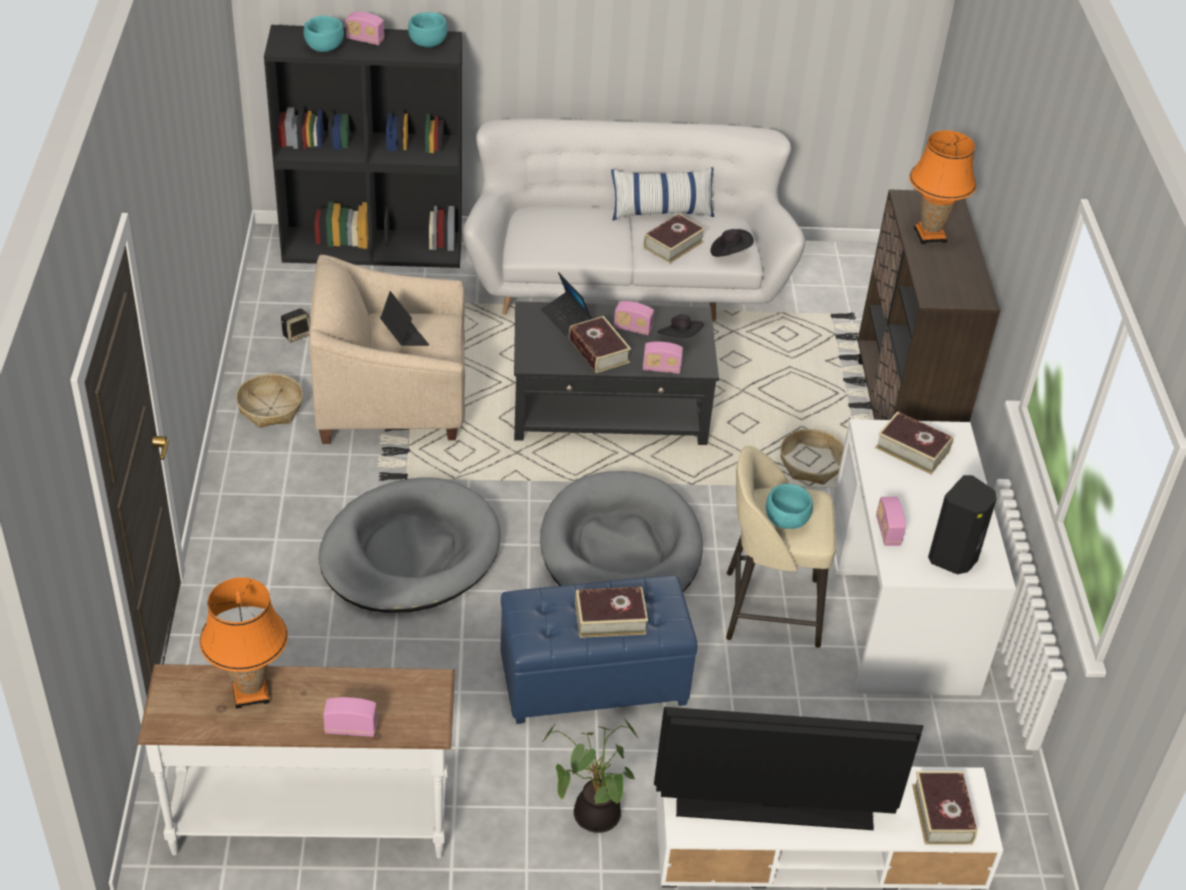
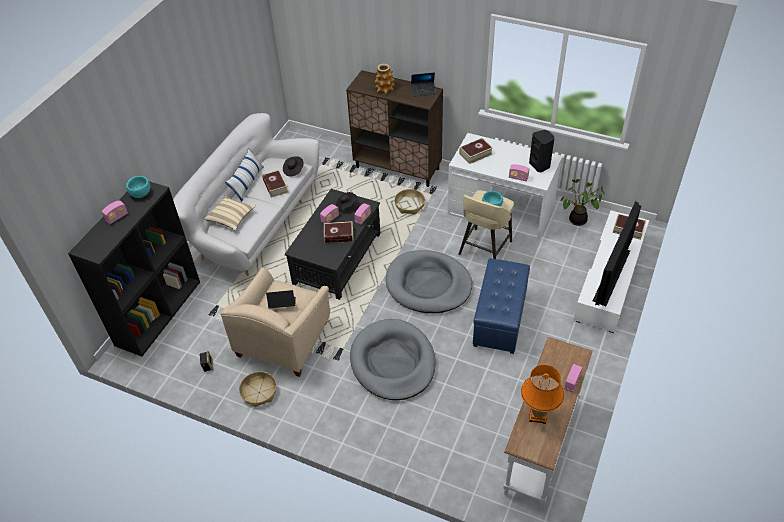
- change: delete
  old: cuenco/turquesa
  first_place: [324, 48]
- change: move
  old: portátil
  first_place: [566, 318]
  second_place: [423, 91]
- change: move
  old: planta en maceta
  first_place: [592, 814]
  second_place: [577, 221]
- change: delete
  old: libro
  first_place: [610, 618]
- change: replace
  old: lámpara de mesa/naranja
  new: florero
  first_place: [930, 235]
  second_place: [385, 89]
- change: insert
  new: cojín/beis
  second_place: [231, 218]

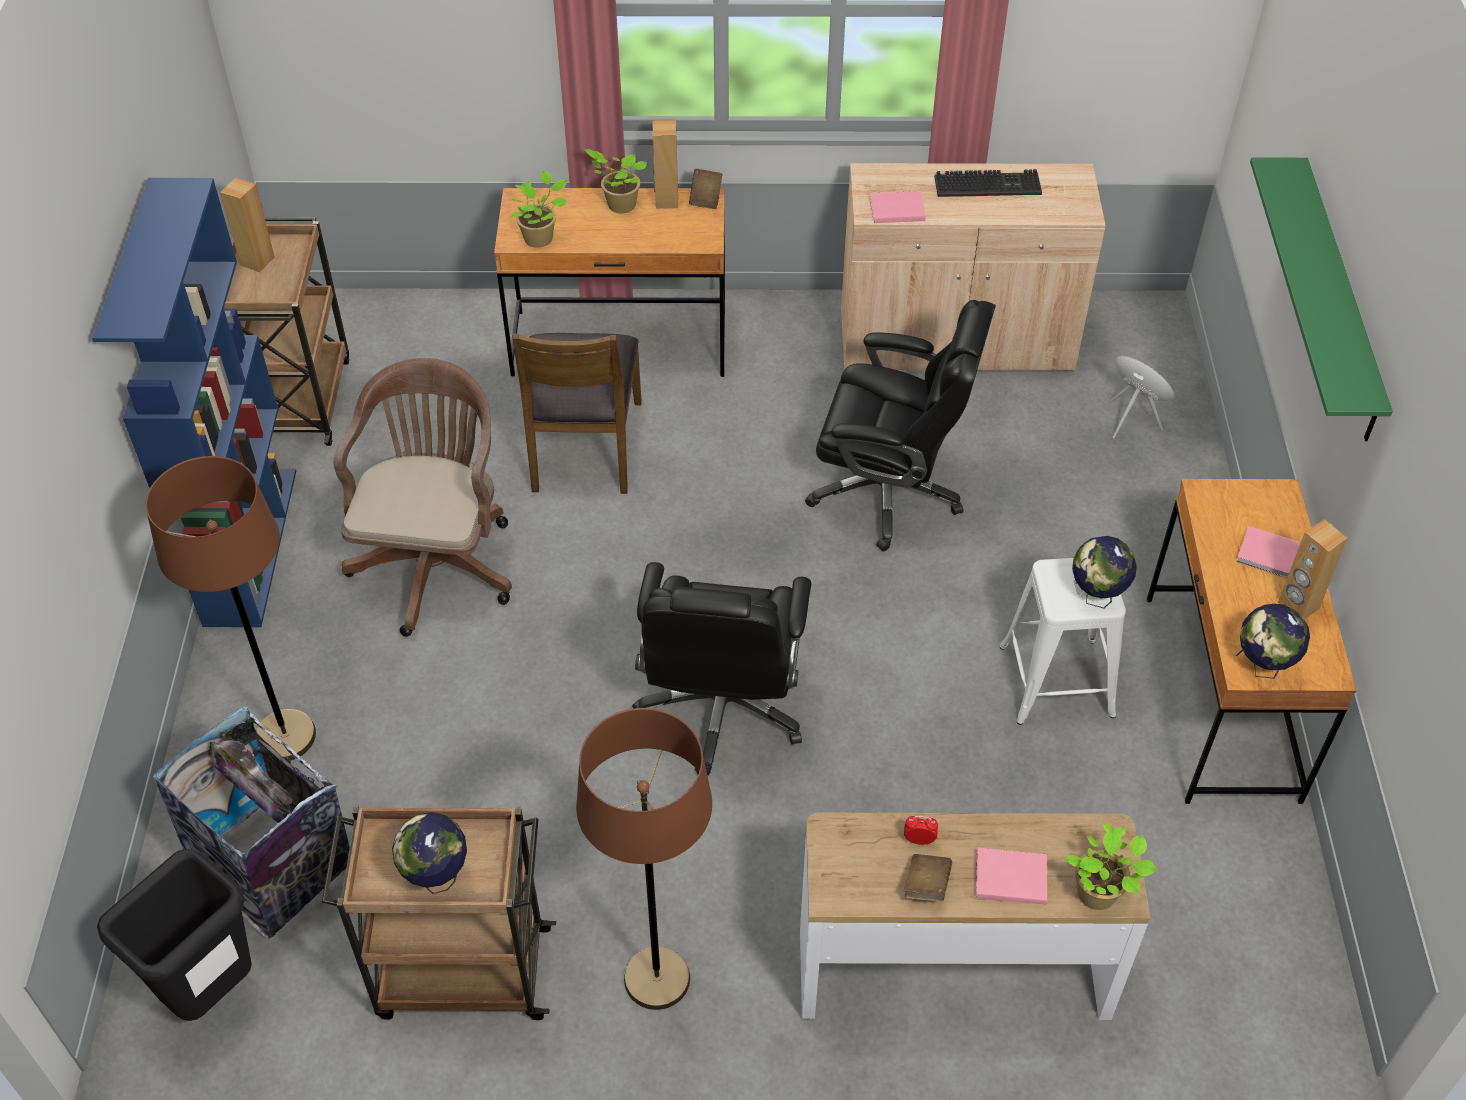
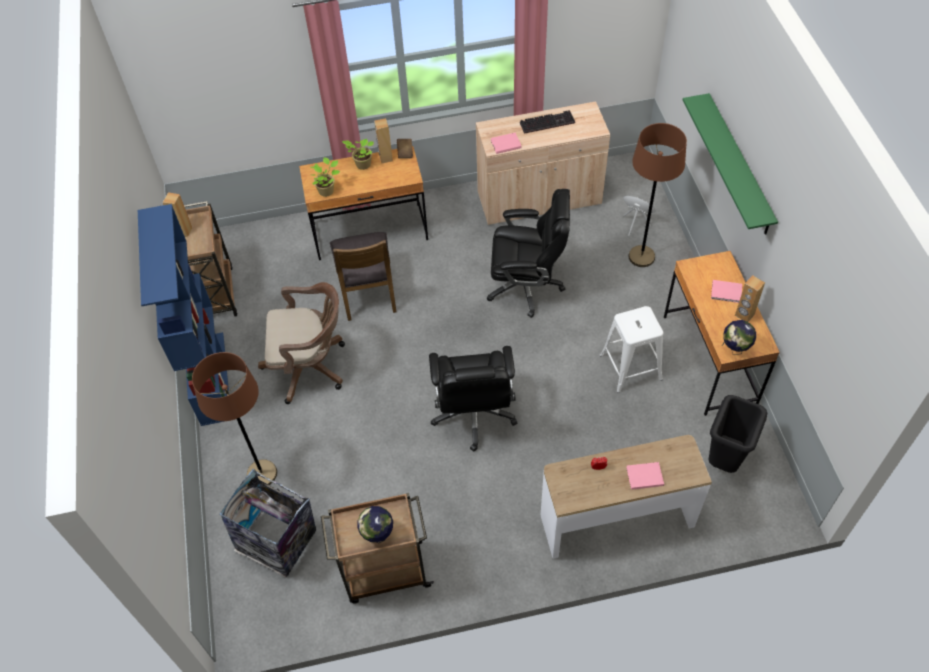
- change: move
  old: papelera/negro
  first_place: [211, 993]
  second_place: [724, 461]
- change: rotate
  old: silla de oficina/marrón
  first_place: [437, 561]
  second_place: [311, 367]
  degrees: 90
- change: move
  old: lámpara de pie/marrón
  first_place: [657, 979]
  second_place: [641, 257]
- change: delete
  old: libro/marrón
  first_place: [926, 885]
- change: delete
  old: planta en maceta
  first_place: [1099, 894]
- change: delete
  old: globo terráqueo
  first_place: [1096, 597]

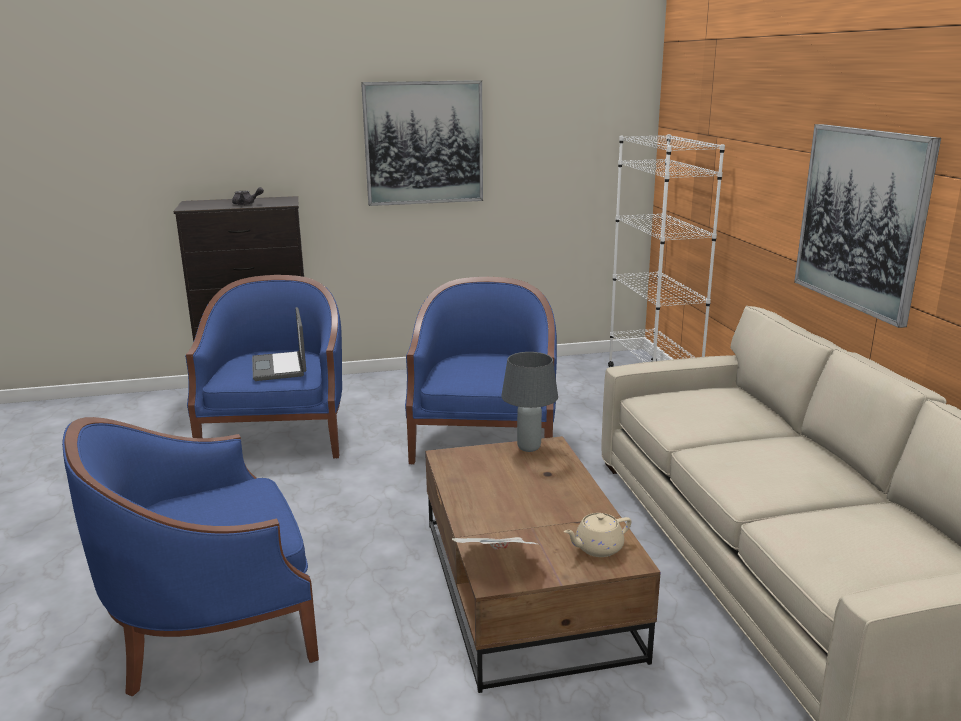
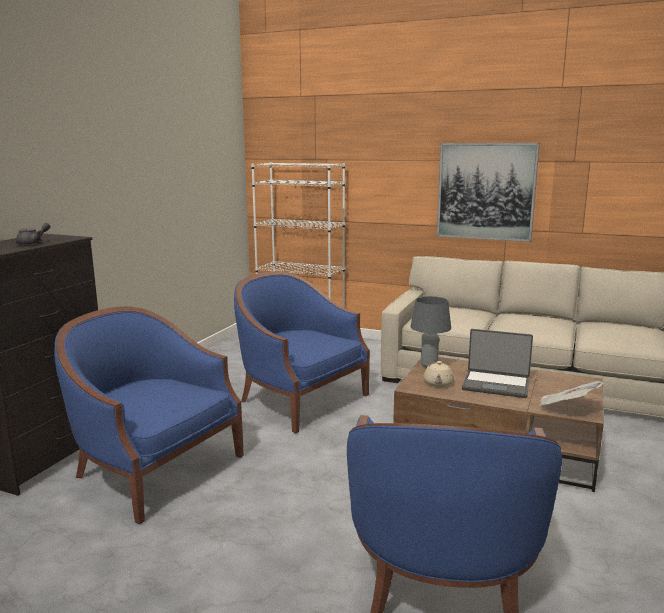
- change: move
  old: portátil
  first_place: [280, 367]
  second_place: [496, 385]
- change: delete
  old: cuadro
  first_place: [424, 143]
- change: move
  old: tetera/beis
  first_place: [597, 548]
  second_place: [438, 383]

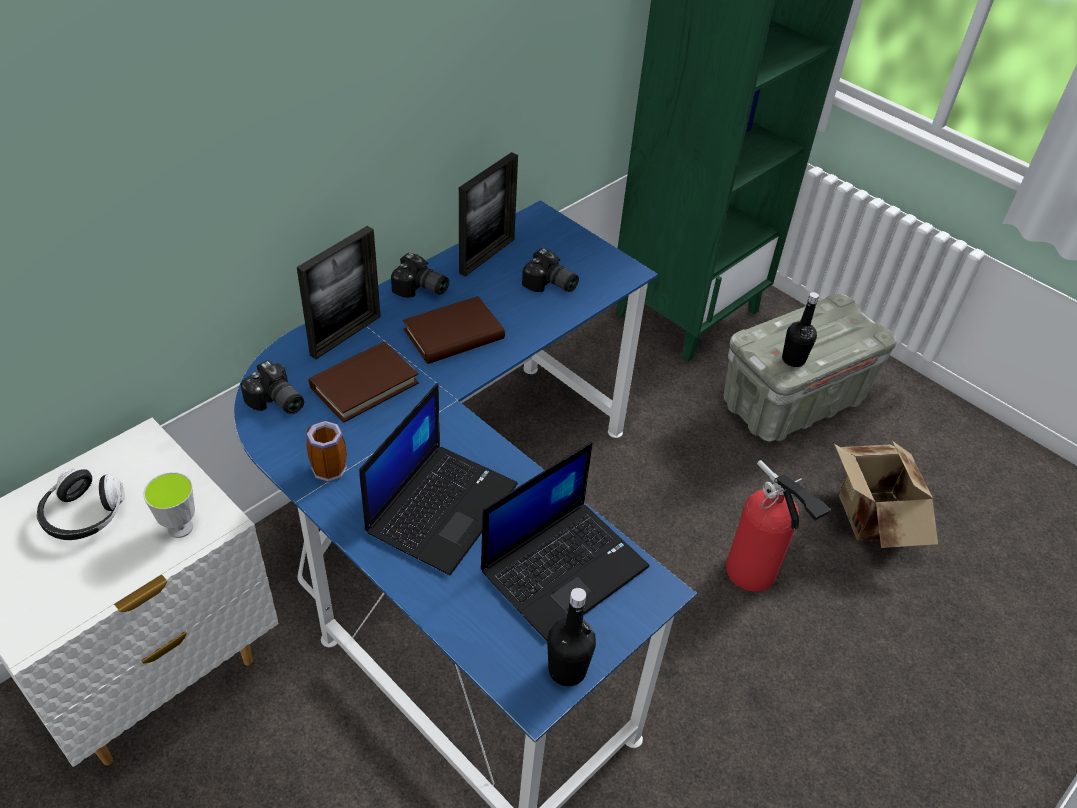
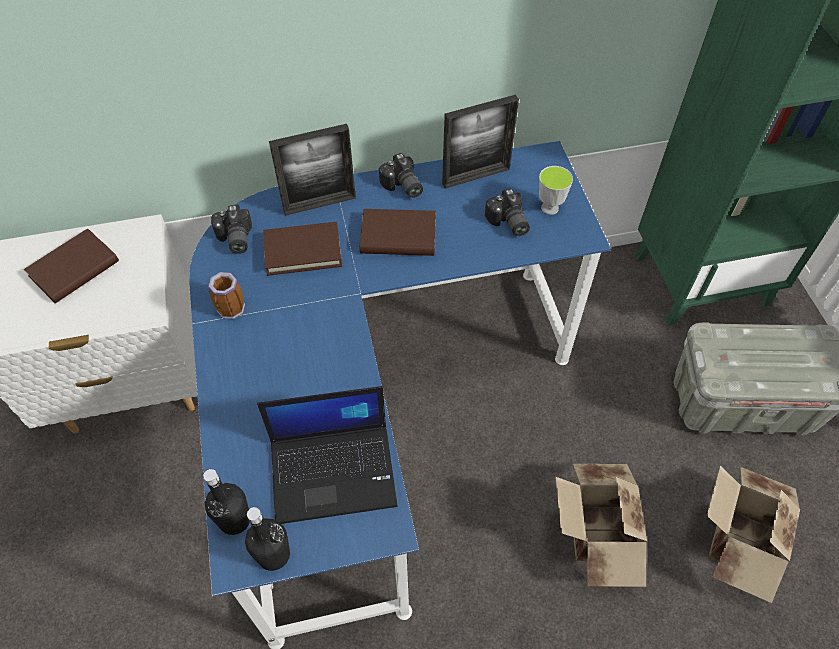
- change: replace
  old: auriculares
  new: libro/marrón
  first_place: [84, 515]
  second_place: [74, 269]
- change: move
  old: taza
  first_place: [180, 528]
  second_place: [549, 208]
- change: delete
  old: portátil
  first_place: [442, 506]
- change: replace
  old: extintor
  new: caja de cartón
  first_place: [754, 575]
  second_place: [594, 537]
- change: move
  old: botella/negro
  first_place: [793, 359]
  second_place: [235, 520]

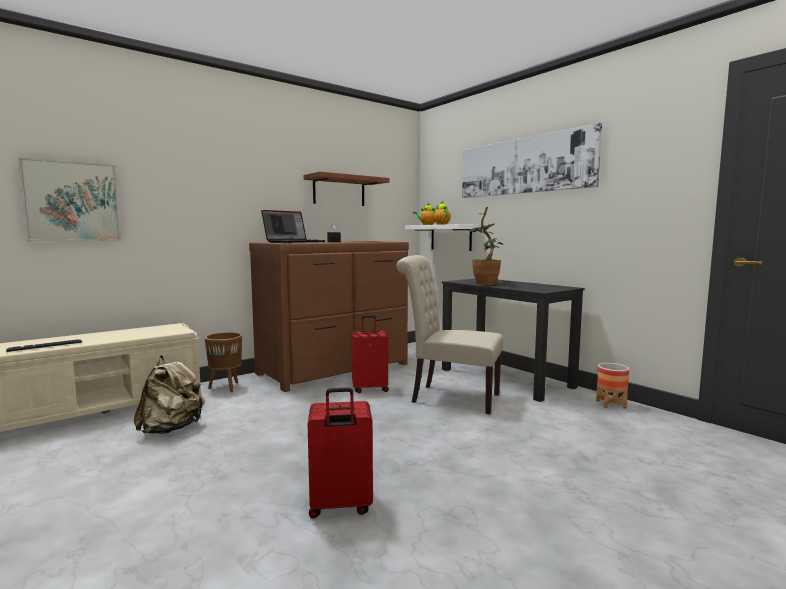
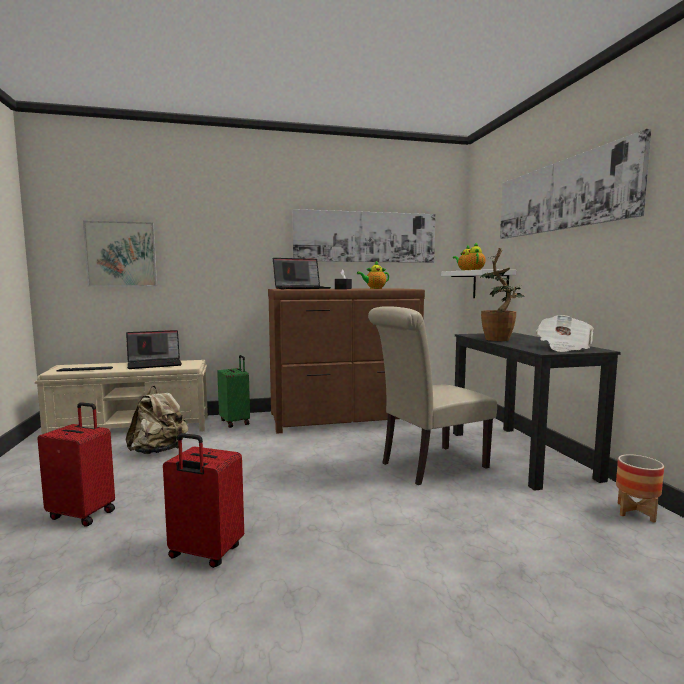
- change: replace
  old: maceta/marrón
  new: maleta/verde
  first_place: [226, 388]
  second_place: [235, 422]
- change: replace
  old: estante/marrón
  new: cuadro
  first_place: [339, 191]
  second_place: [365, 237]
- change: move
  old: maleta/rojo
  first_place: [370, 388]
  second_place: [83, 514]
- change: rotate
  old: silla/beis
  first_place: [449, 397]
  second_place: [428, 466]
  degrees: -75
- change: insert
  new: portátil
  second_place: [155, 364]
- change: insert
  new: tetera
  second_place: [374, 288]
- change: insert
  new: periódico
  second_place: [563, 348]

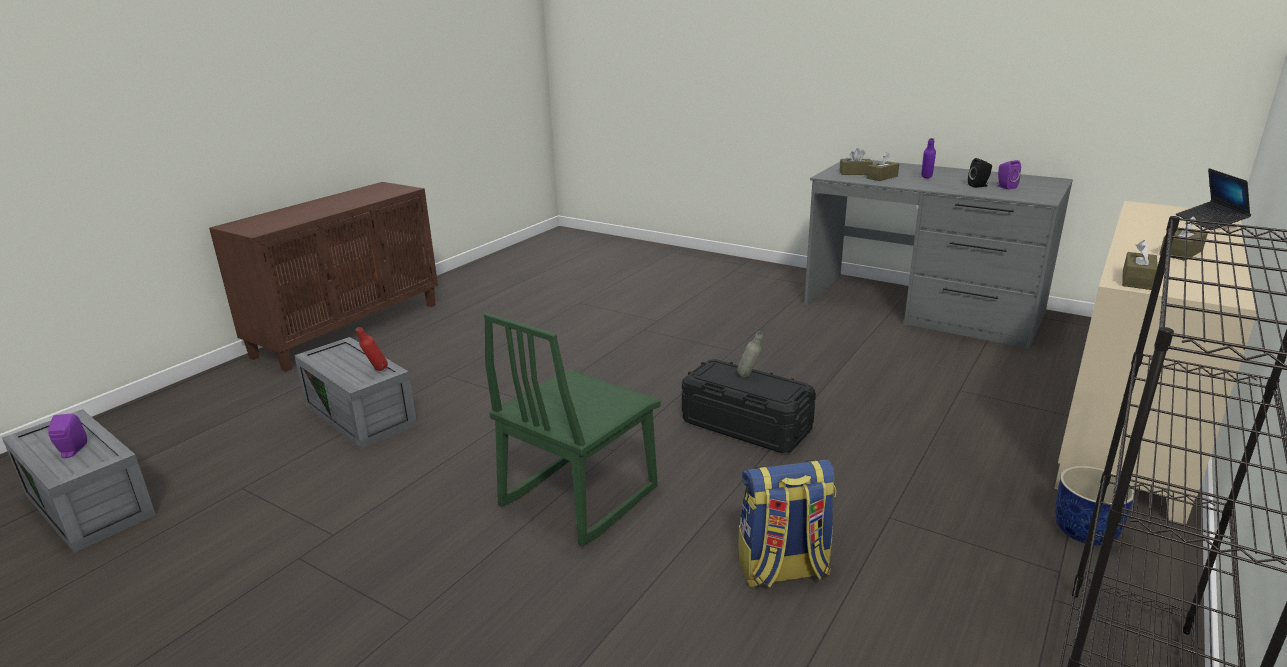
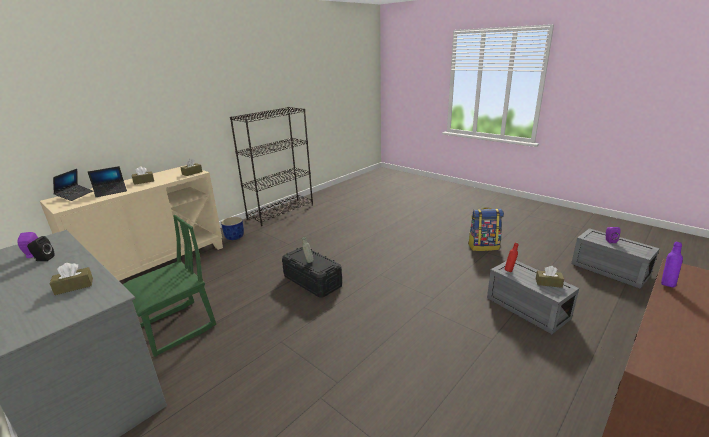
- change: move
  old: silla/verde
  first_place: [578, 497]
  second_place: [176, 328]
- change: move
  old: mochila
  first_place: [783, 570]
  second_place: [483, 246]
- change: move
  old: caja de pañuelos/marrón
  first_place: [855, 173]
  second_place: [548, 283]
- change: move
  old: botella/morado
  first_place: [926, 178]
  second_place: [666, 284]
- change: insert
  new: portátil
  second_place: [111, 192]

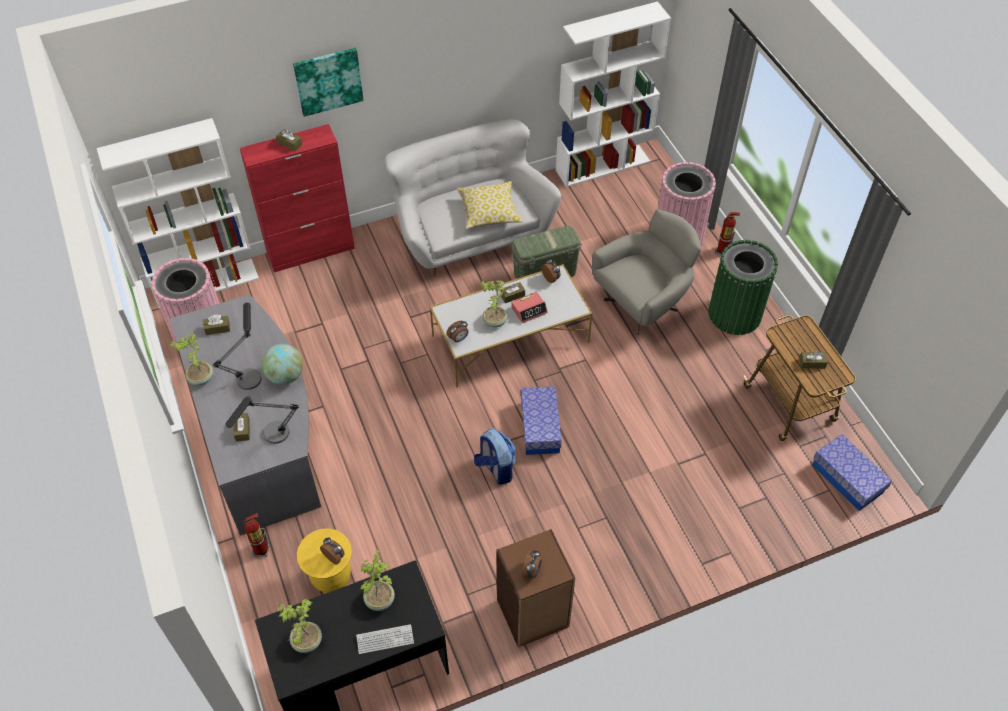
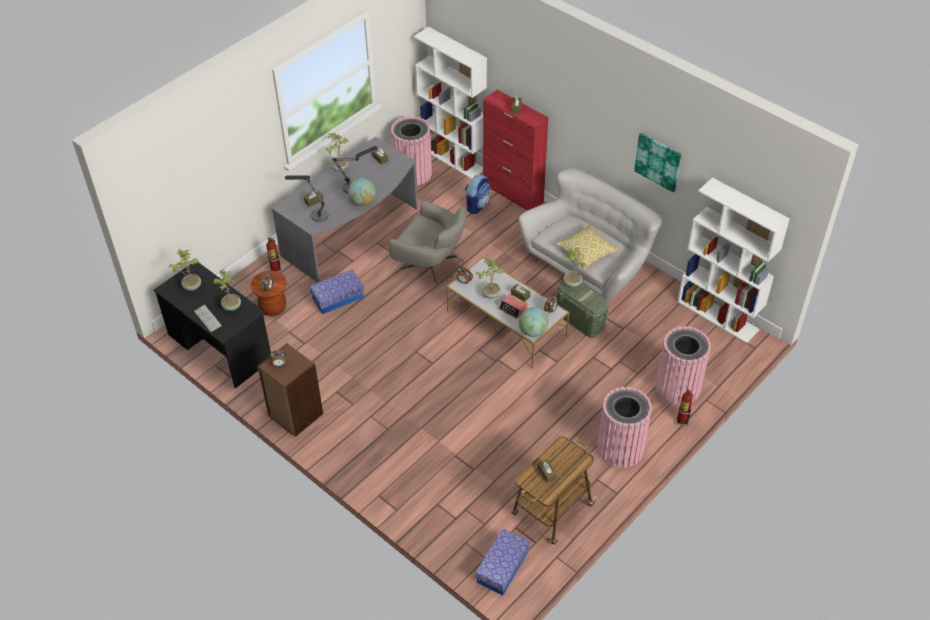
- change: move
  old: cuadro
  first_place: [328, 81]
  second_place: [658, 161]
- change: recolor
  old: taburete/amarillo
  new: taburete/marrón
  first_place: [331, 577]
  second_place: [273, 308]
- change: move
  old: mochila
  first_place: [495, 468]
  second_place: [477, 205]
- change: move
  old: caja de almacenaje
  first_place: [540, 427]
  second_place: [338, 298]
- change: move
  old: sillón/gris
  first_place: [642, 304]
  second_place: [431, 264]
- change: recolor
  old: papelera/verde
  new: papelera/rosa
  first_place: [735, 314]
  second_place: [620, 448]
- change: insert
  new: globo terráqueo
  second_place: [533, 331]
- change: insert
  new: planta en maceta
  second_place: [572, 283]

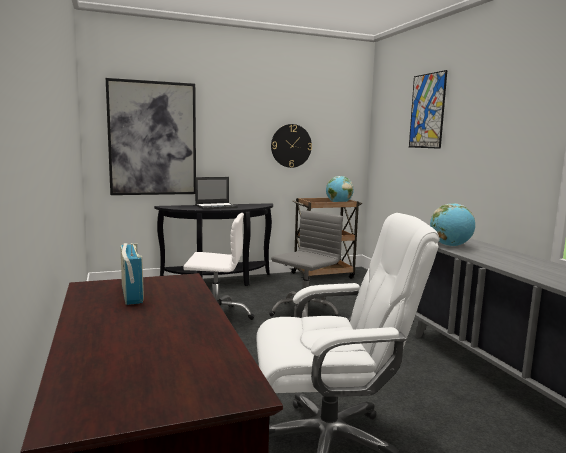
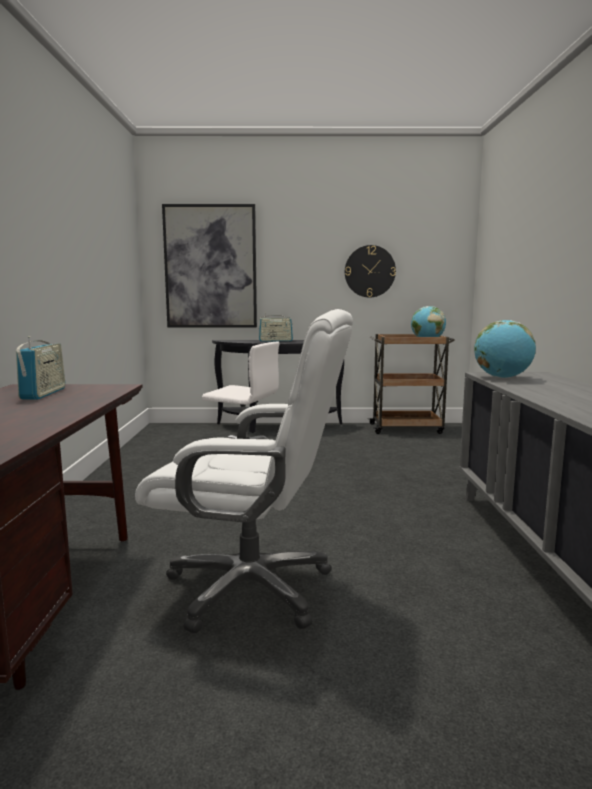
- change: replace
  old: portátil
  new: radio
  first_place: [216, 206]
  second_place: [275, 341]
- change: delete
  old: silla de oficina/gris
  first_place: [304, 313]
- change: delete
  old: cuadro
  first_place: [427, 111]

